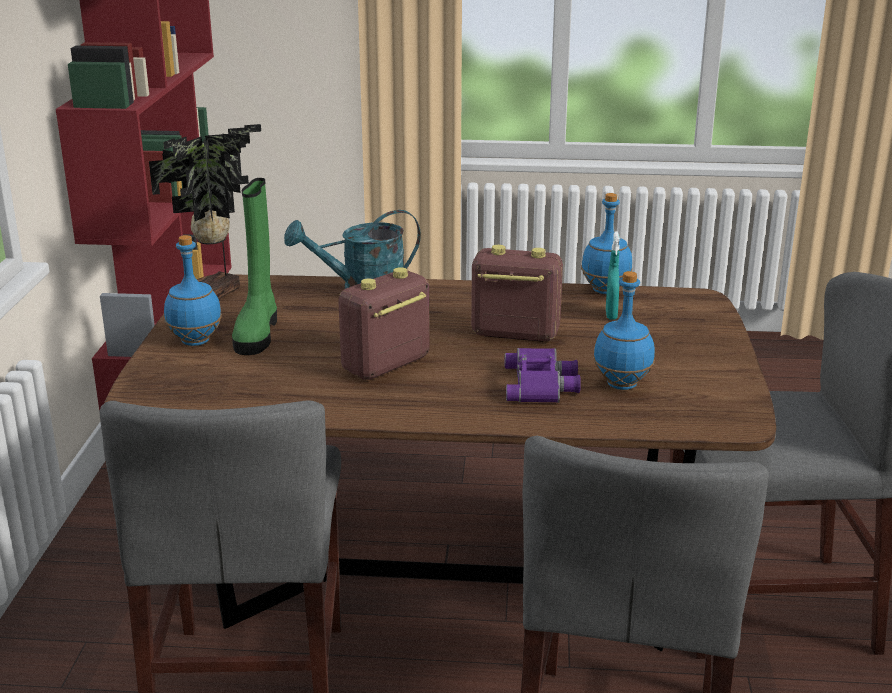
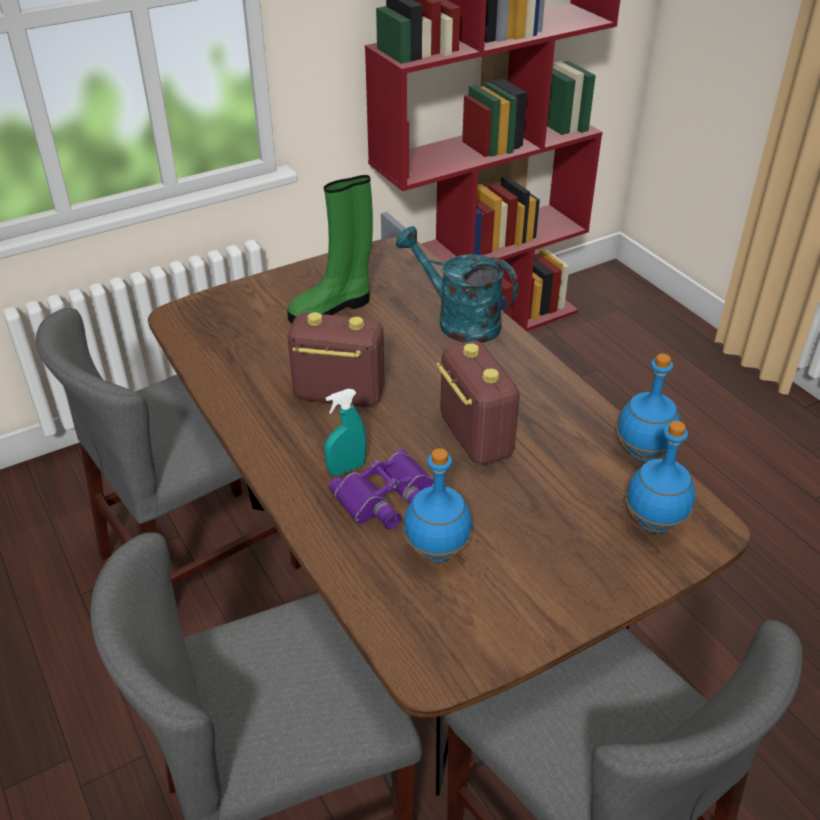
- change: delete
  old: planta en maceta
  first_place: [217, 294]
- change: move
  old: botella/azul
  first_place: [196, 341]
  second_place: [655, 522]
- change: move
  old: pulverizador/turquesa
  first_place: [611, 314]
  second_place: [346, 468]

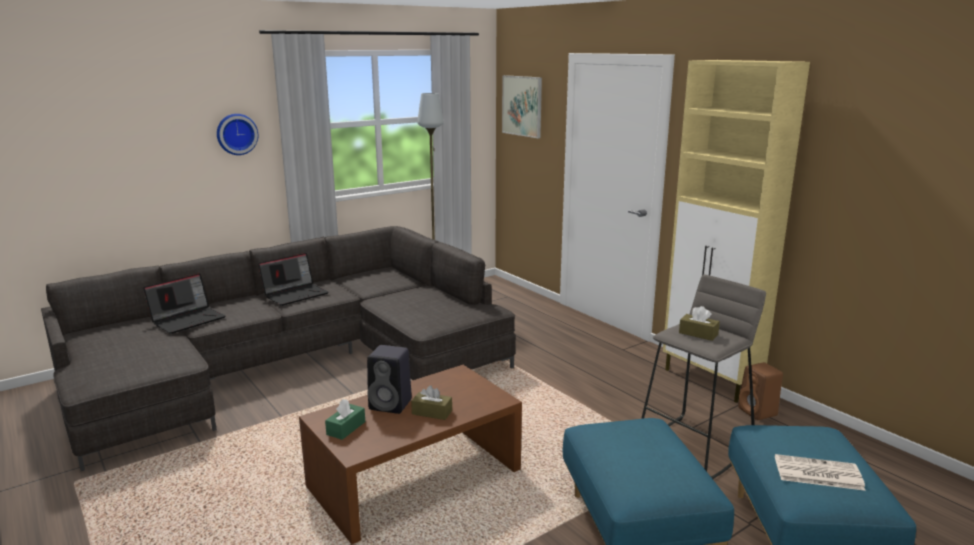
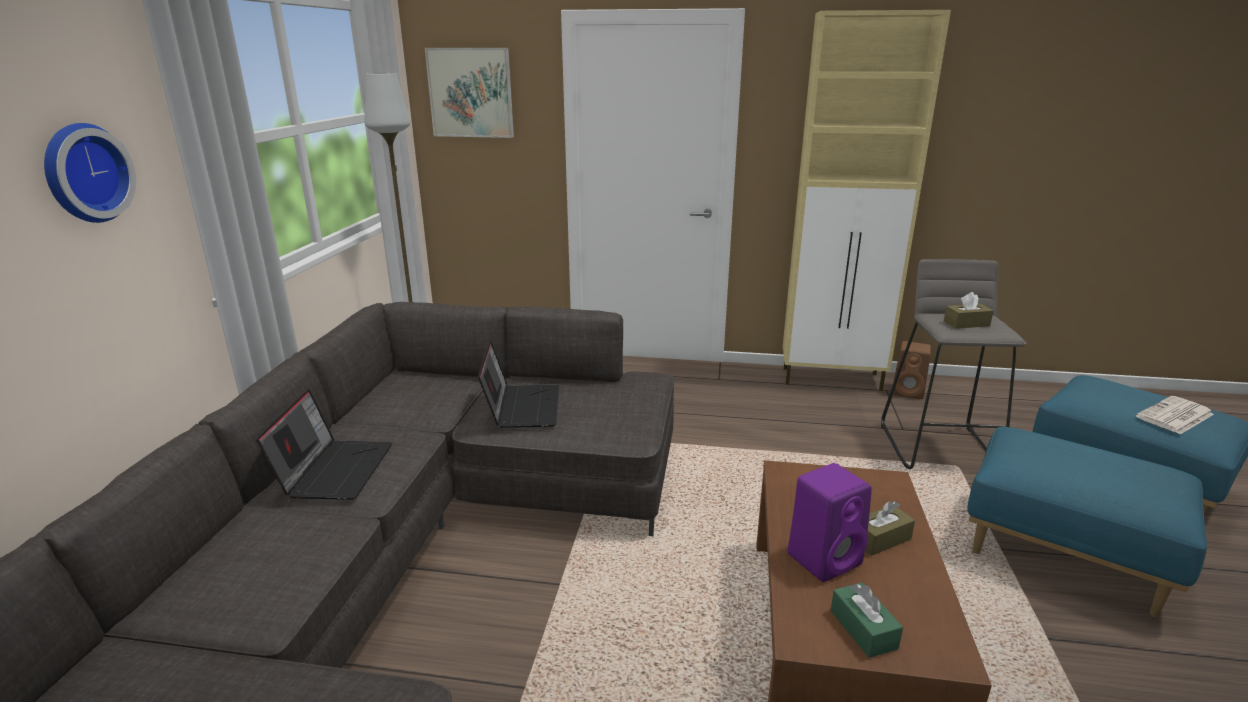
- change: move
  old: portátil
  first_place: [188, 319]
  second_place: [521, 406]
- change: recolor
  old: altavoz/negro
  new: altavoz/morado
  first_place: [392, 404]
  second_place: [825, 558]

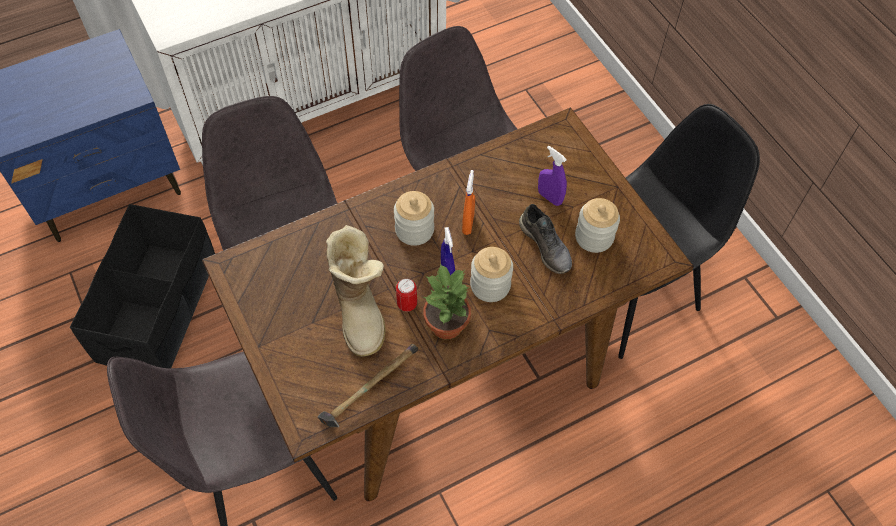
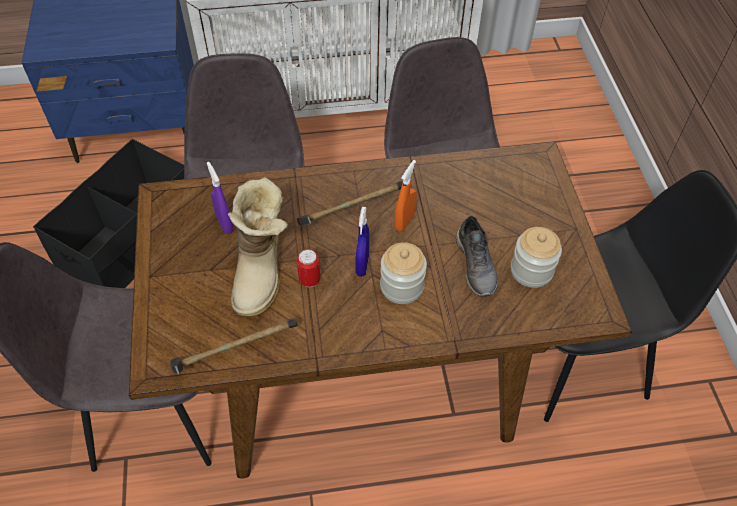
- change: replace
  old: tarro
  new: martillo
  first_place: [414, 230]
  second_place: [348, 212]
- change: delete
  old: planta en maceta
  first_place: [447, 324]
- change: move
  old: pulverizador/morado
  first_place: [549, 197]
  second_place: [225, 224]

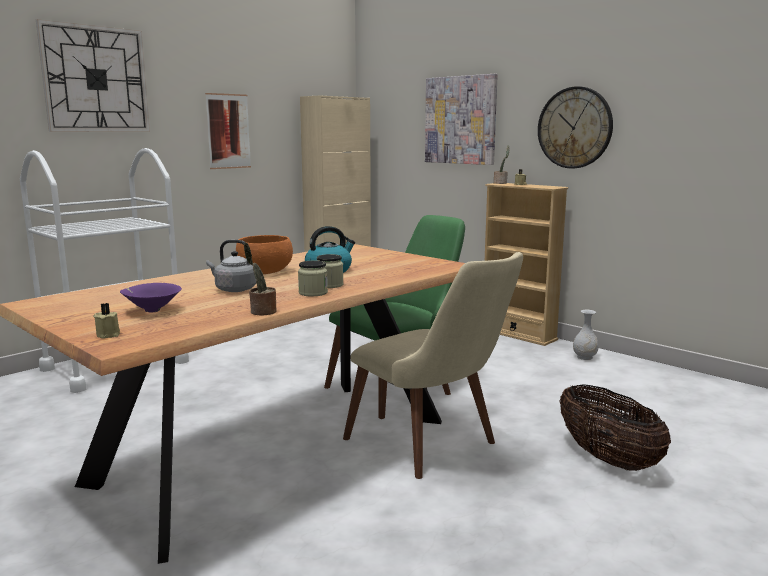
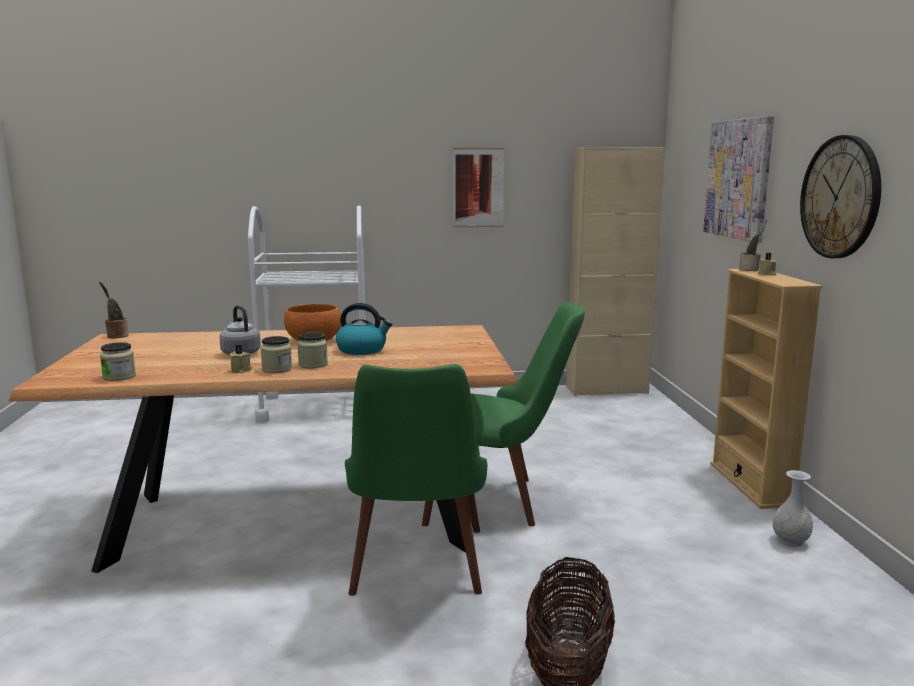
- change: delete
  old: reloj de pared
  first_place: [95, 79]
- change: move
  old: vela/beis
  first_place: [109, 334]
  second_place: [241, 370]
- change: delete
  old: cuenco/morado
  first_place: [151, 310]
- change: move
  old: planta en maceta
  first_place: [261, 312]
  second_place: [116, 336]
- change: recolor
  old: silla/beis
  new: silla/verde
  first_place: [434, 446]
  second_place: [417, 571]
- change: insert
  new: tarro
  second_place: [119, 377]

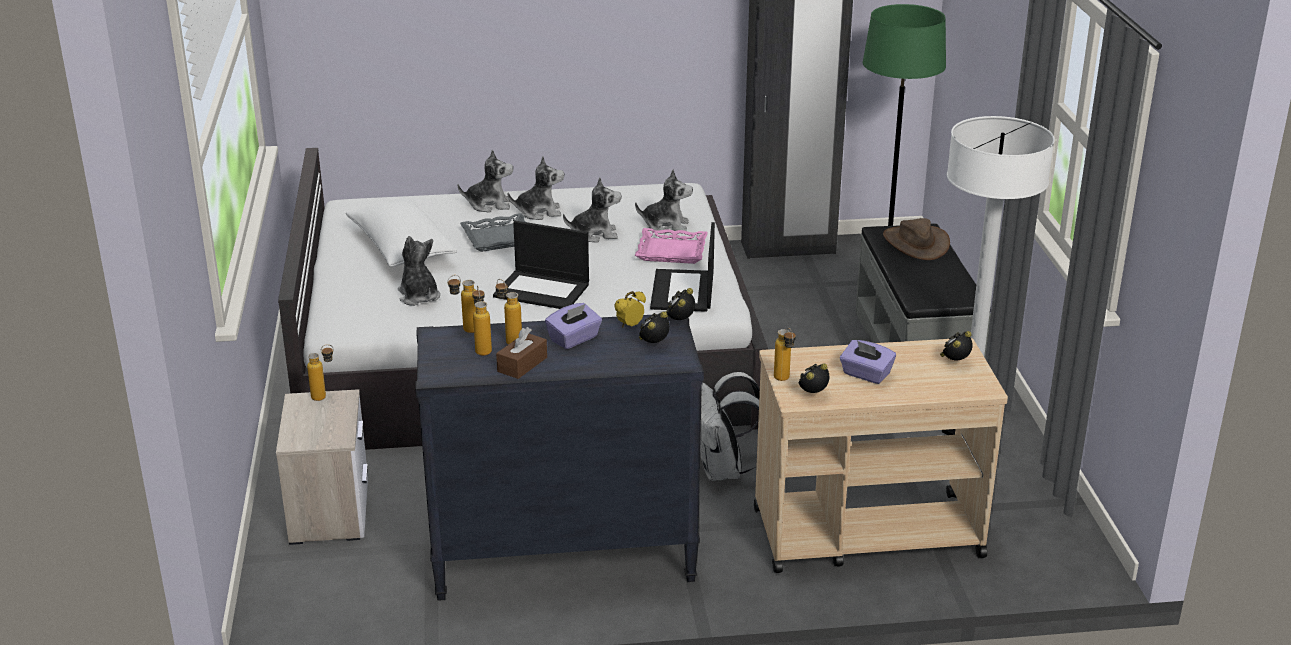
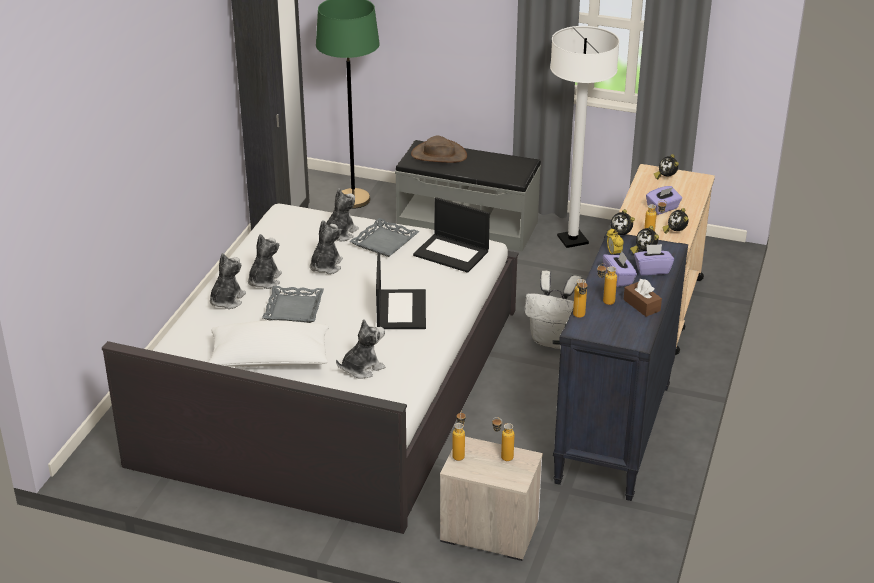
- change: rotate
  old: peluche
  first_place: [419, 296]
  second_place: [362, 368]
  degrees: 150
- change: move
  old: botella
  first_place: [482, 348]
  second_place: [502, 457]
- change: rotate
  old: portátil
  first_place: [543, 290]
  second_place: [400, 309]
  degrees: -45
- change: recolor
  old: bandeja/rosa
  new: bandeja/gris
  first_place: [671, 251]
  second_place: [384, 242]
- change: insert
  new: caja de pañuelos/morado
  second_place: [652, 270]

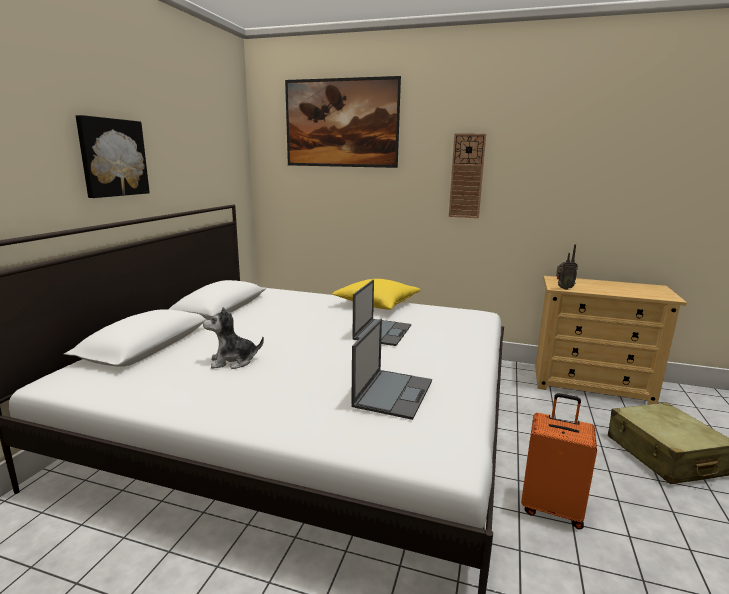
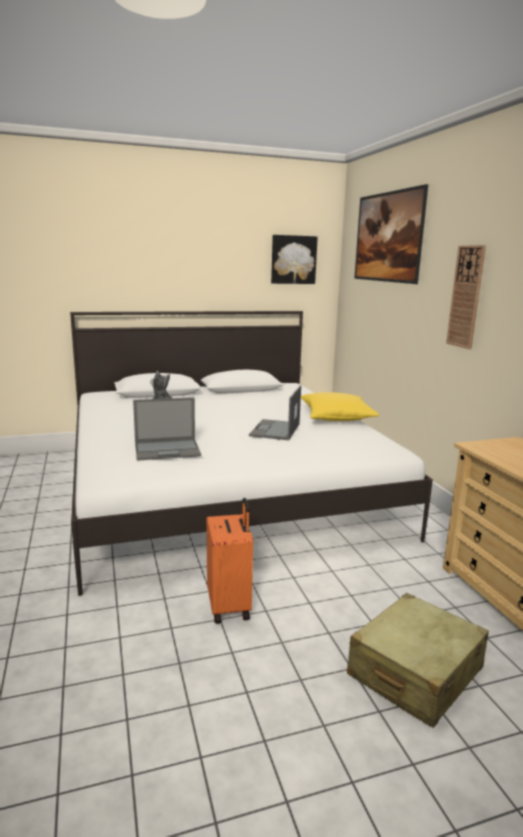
- change: move
  old: cuadro
  first_place: [112, 157]
  second_place: [293, 259]
- change: rotate
  old: portátil
  first_place: [382, 332]
  second_place: [275, 430]
  degrees: 120
- change: delete
  old: radio
  first_place: [563, 288]

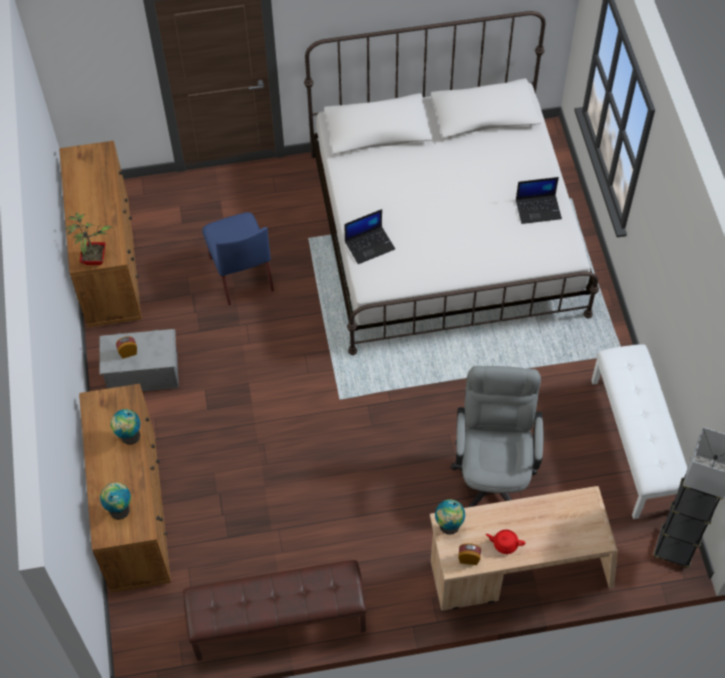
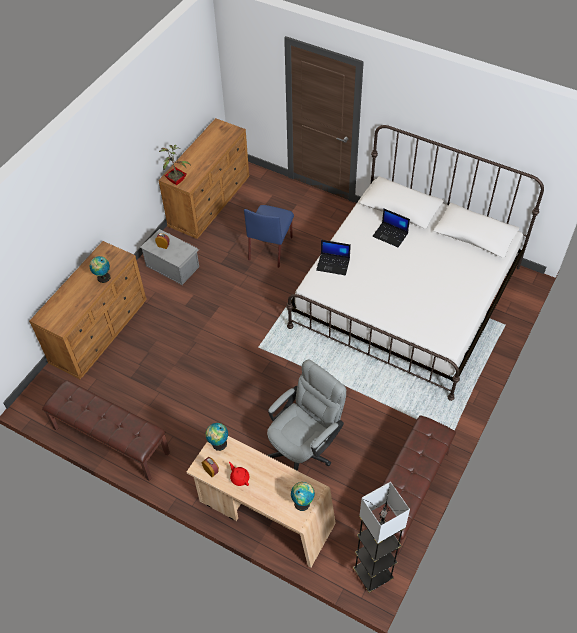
- change: move
  old: globo terráqueo
  first_place: [119, 509]
  second_place: [302, 502]
- change: move
  old: portátil
  first_place: [538, 209]
  second_place: [390, 235]
- change: recolor
  old: banco/blanco
  new: banco/marrón
  first_place: [635, 444]
  second_place: [408, 494]

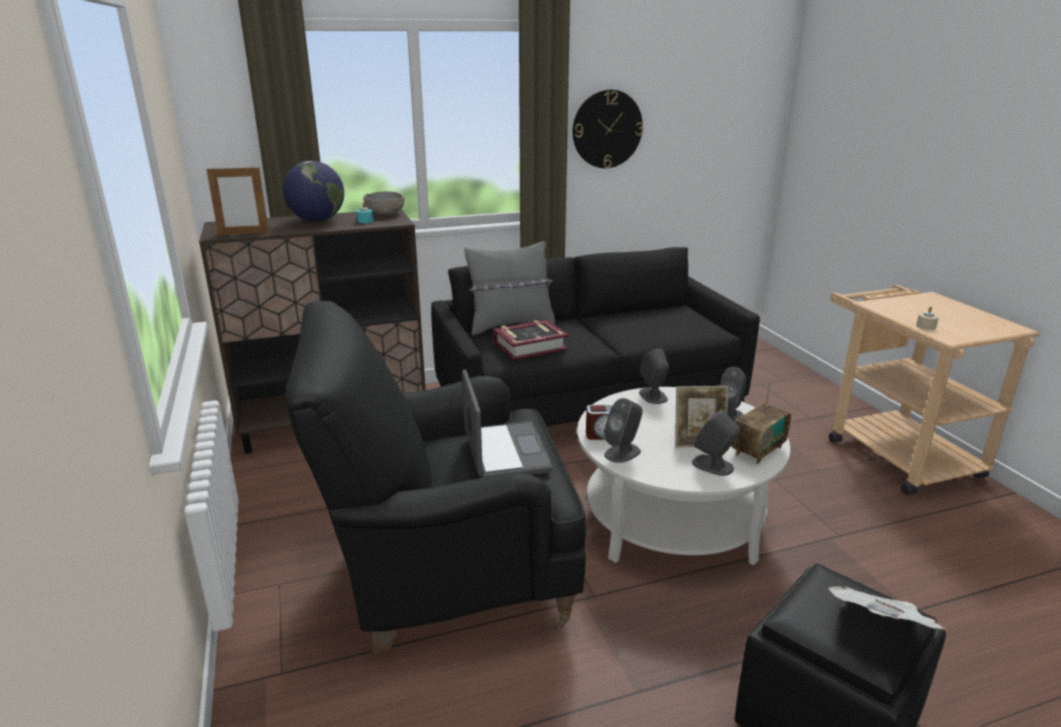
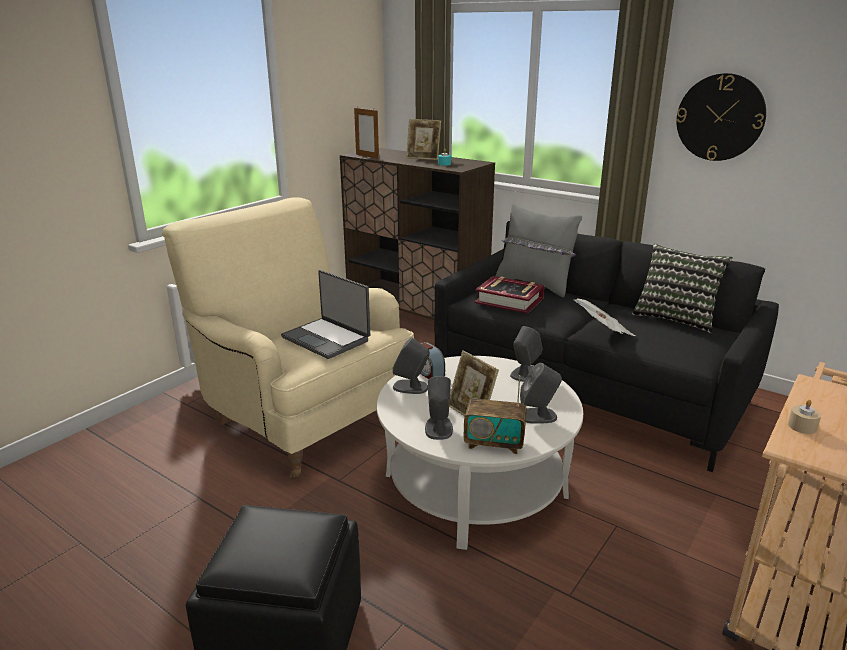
- change: replace
  old: globo terráqueo
  new: portarretratos
  first_place: [317, 220]
  second_place: [423, 158]
- change: recolor
  old: sillón/negro
  new: sillón/beis
  first_place: [448, 576]
  second_place: [305, 418]
- change: delete
  old: cuenco/gris
  first_place: [385, 213]
- change: rotate
  old: portátil
  first_place: [504, 452]
  second_place: [327, 339]
  degrees: 90
- change: move
  old: periódico
  first_place: [880, 628]
  second_place: [602, 332]
- change: insert
  new: cojín
  second_place: [676, 317]

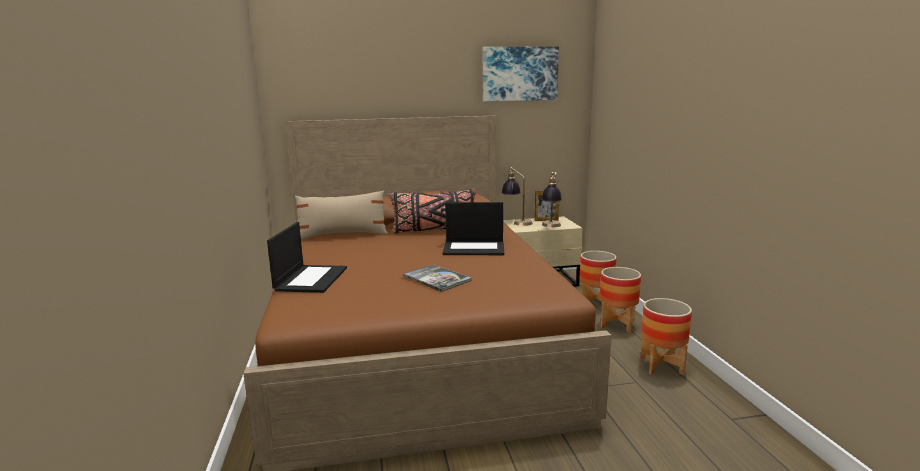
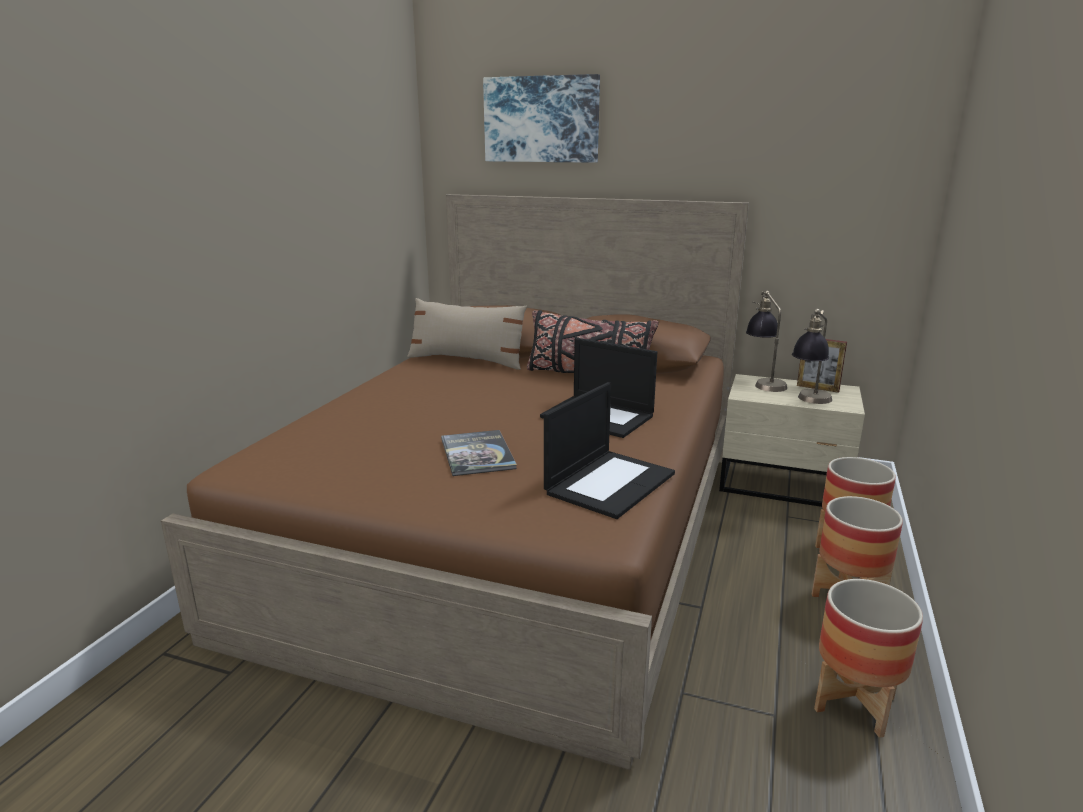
- change: move
  old: portátil
  first_place: [311, 279]
  second_place: [610, 482]
- change: move
  old: cuadro
  first_place: [519, 74]
  second_place: [541, 119]

